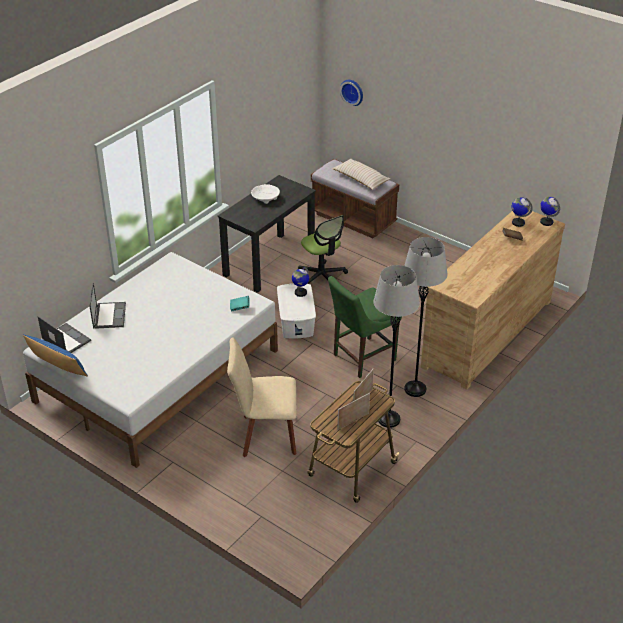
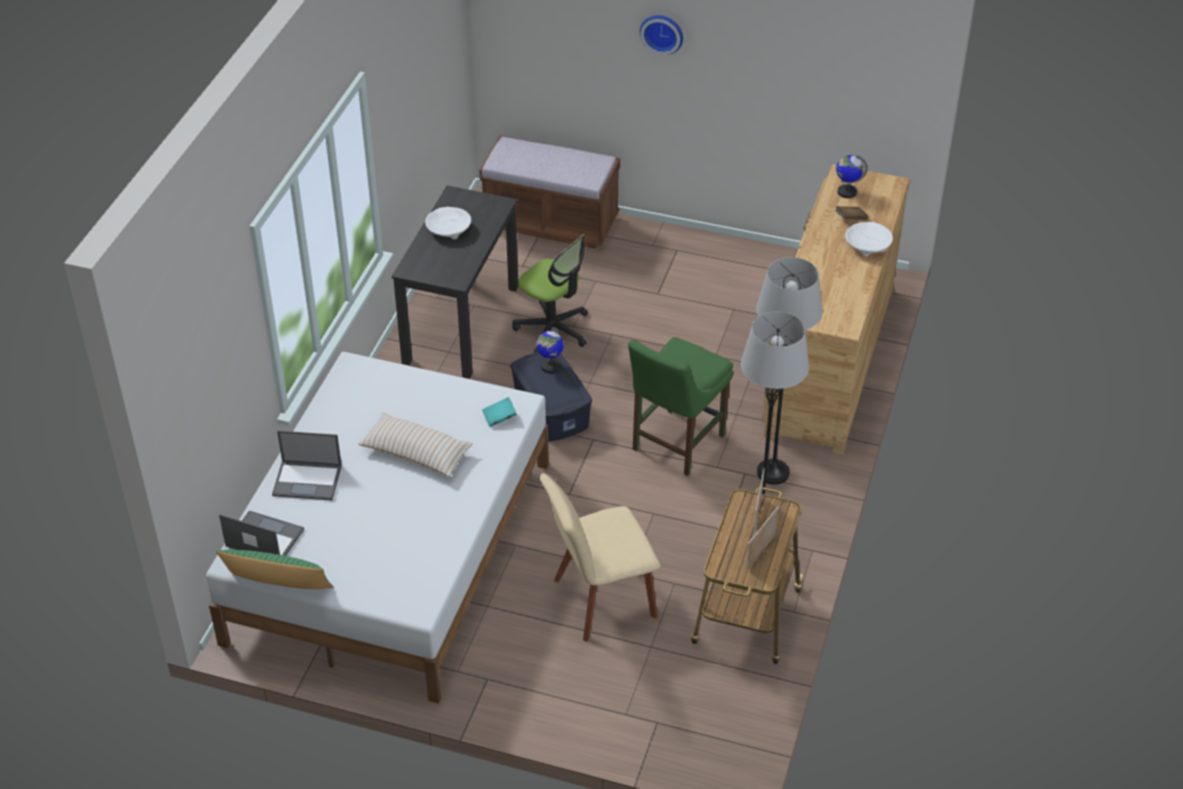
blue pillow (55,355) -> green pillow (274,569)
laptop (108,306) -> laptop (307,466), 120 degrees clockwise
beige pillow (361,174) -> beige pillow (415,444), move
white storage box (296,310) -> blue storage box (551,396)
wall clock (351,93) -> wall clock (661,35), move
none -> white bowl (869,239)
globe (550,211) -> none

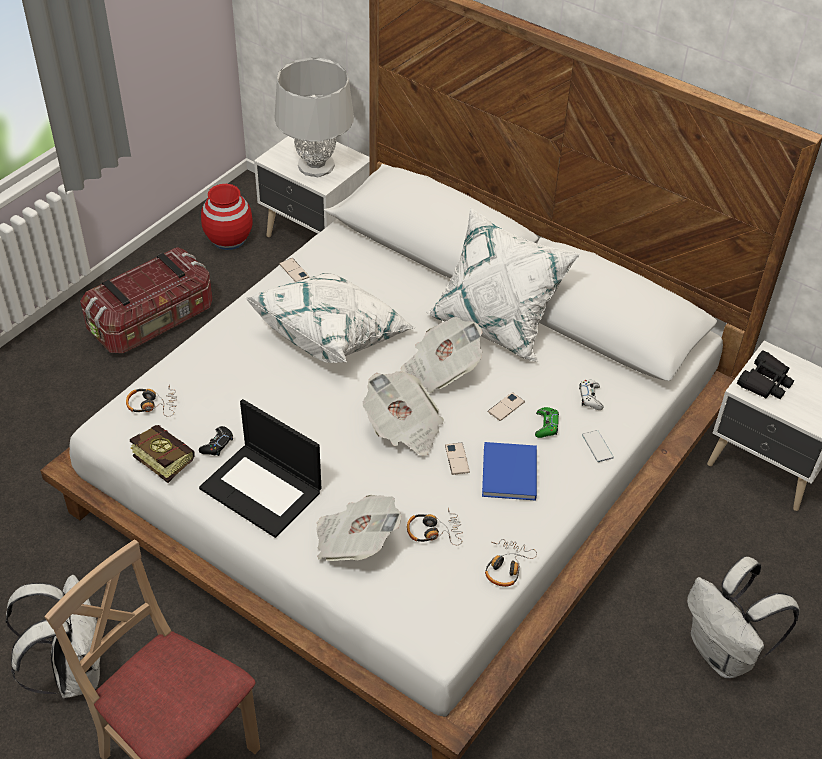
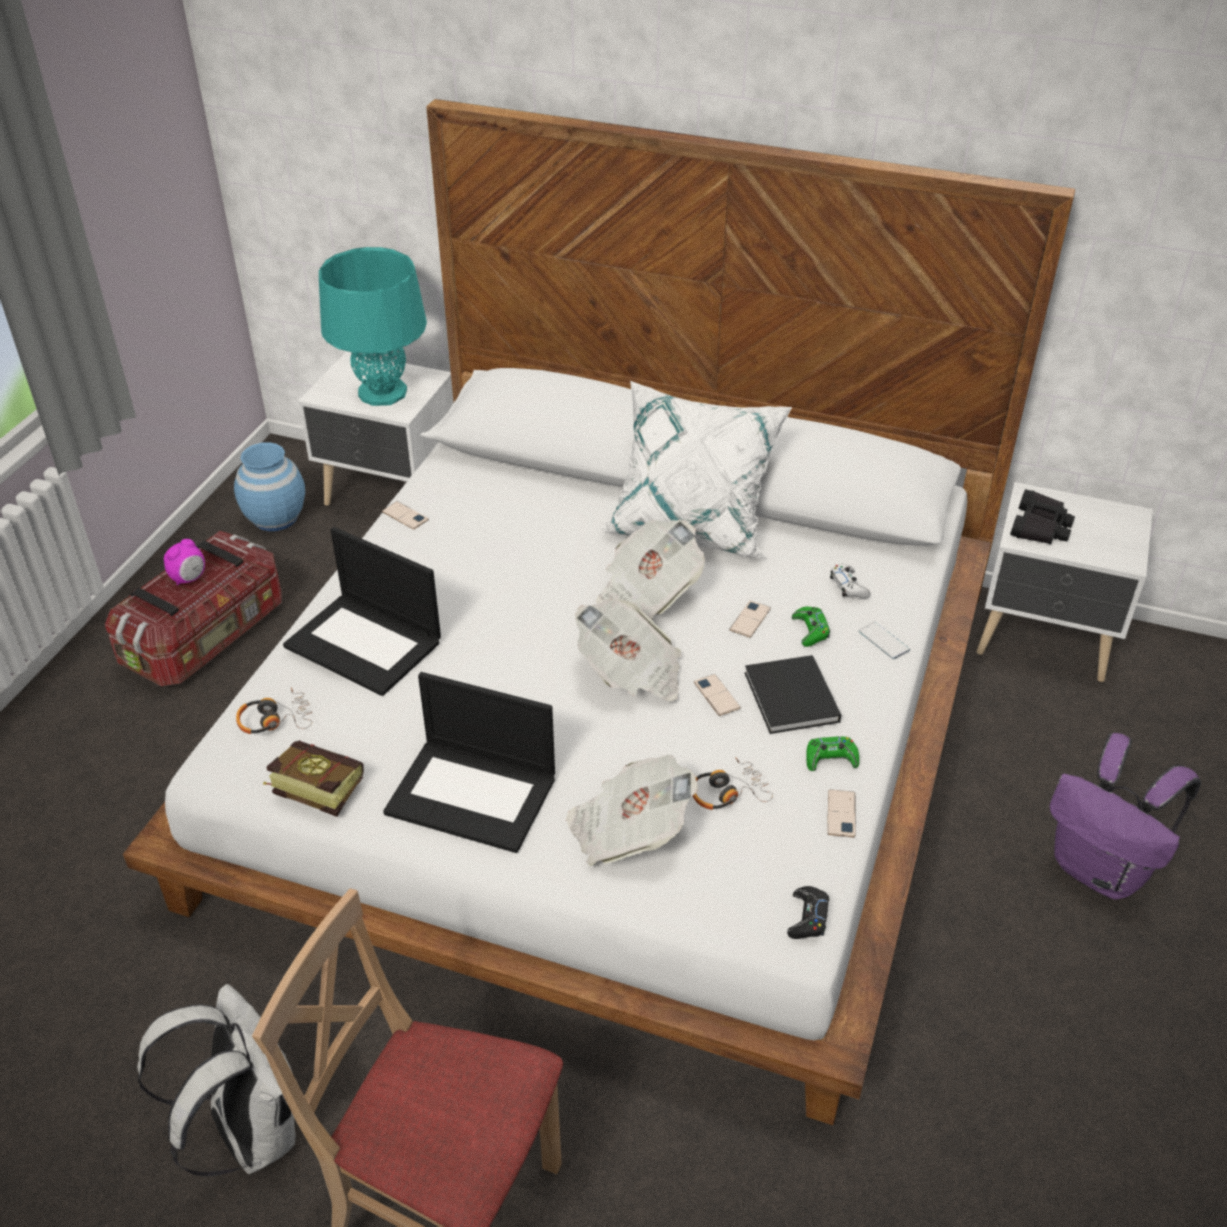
none -> alarm clock (184,562)
red vase (227,217) -> blue vase (269,486)
none -> laptop (362,611)
grey table lamp (314,117) -> turquoise table lamp (373,326)
blue book (509,471) -> black book (793,694)
black game controller (216,441) -> black game controller (808,912), move
none -> green game controller (832,753)
headphones (511,563) -> phone (841,813)
white backpack (743,617) -> purple backpack (1125,816)
white pillow (330,318) -> none

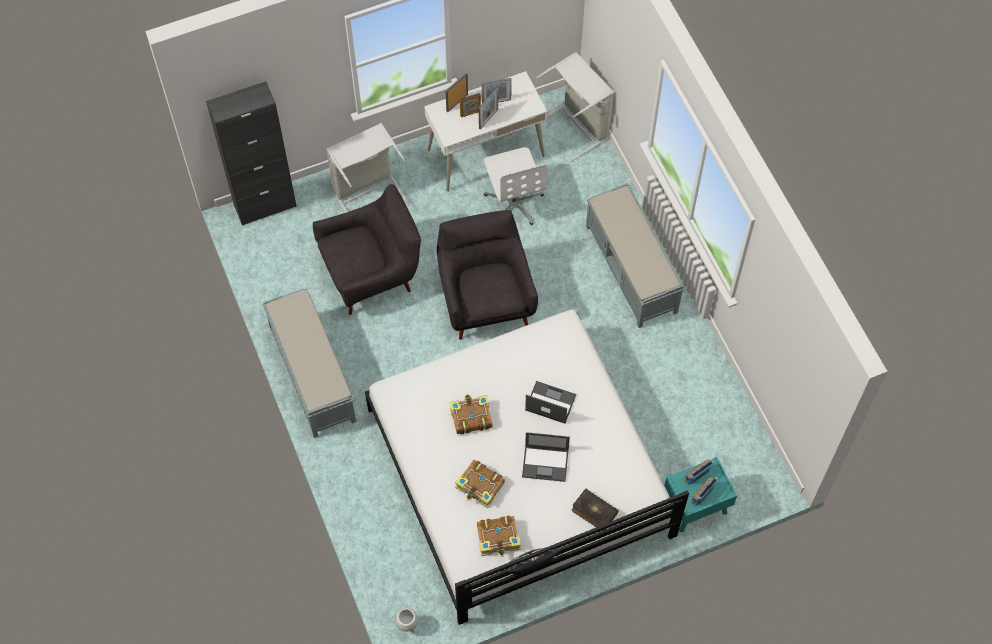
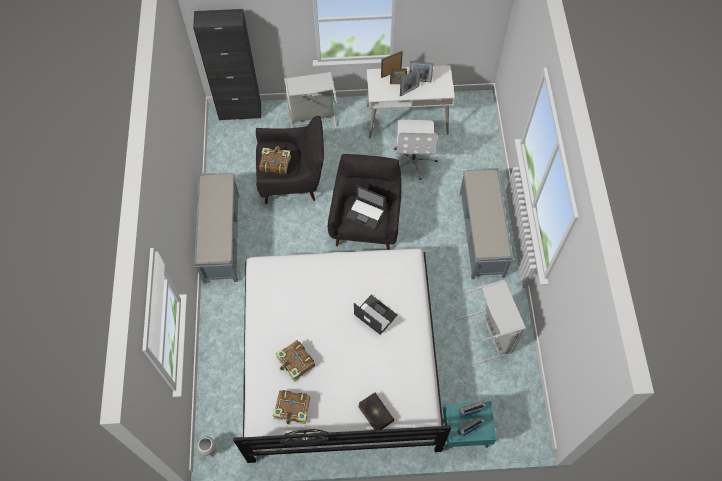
book (471,414) -> book (275,160), move
laptop (546,457) -> laptop (366,207), move
grey laundry basket (575,107) -> grey laundry basket (490,322), move

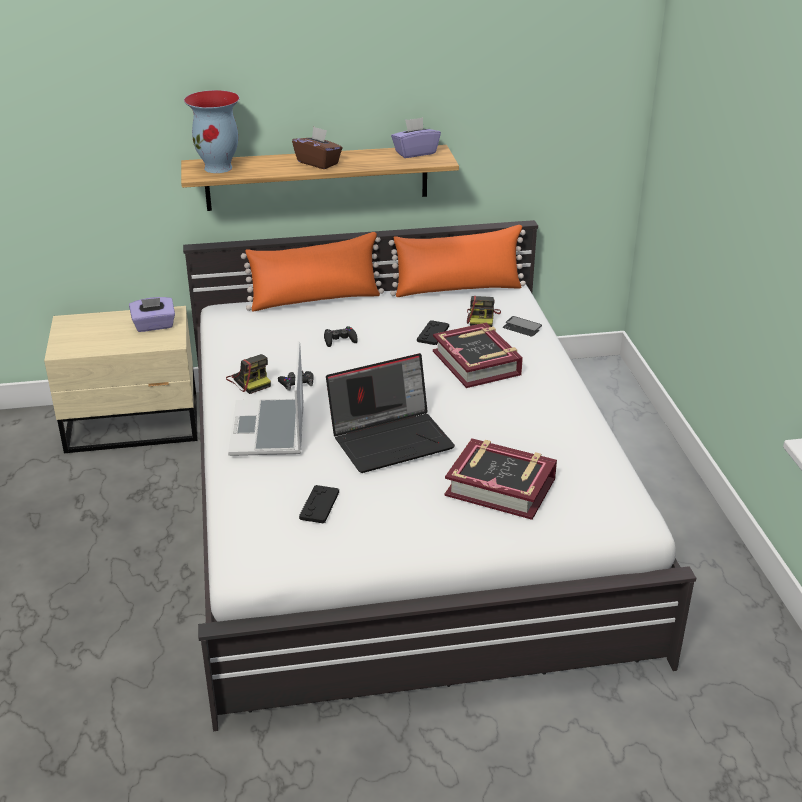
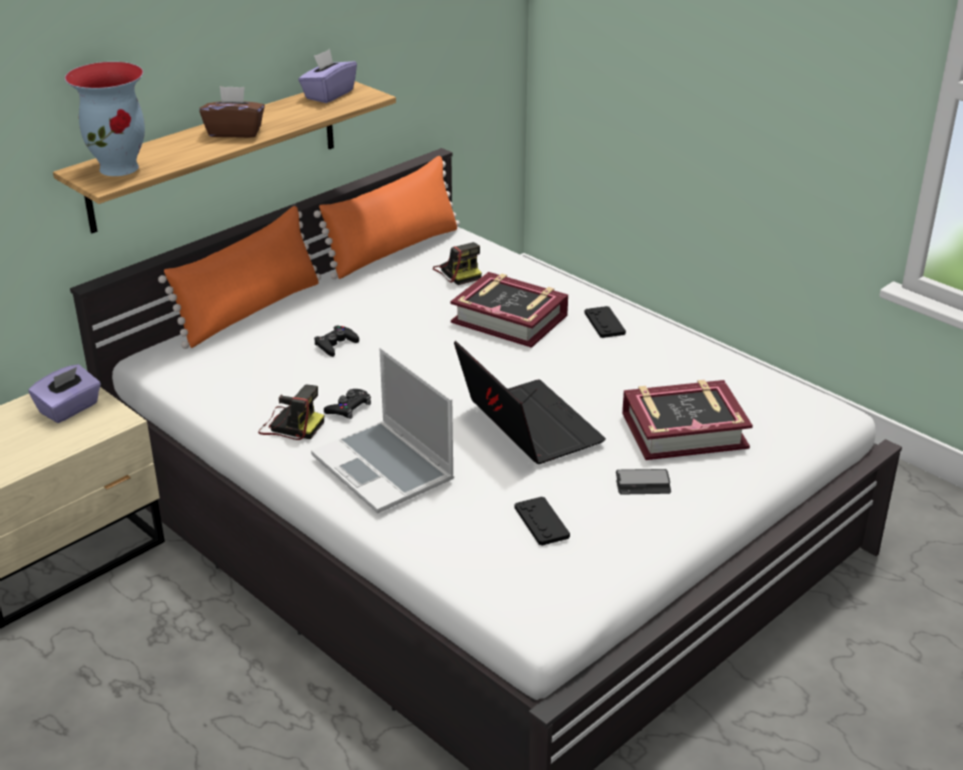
laptop (390,413) -> laptop (530,402), 60 degrees counterclockwise
black game controller (433,332) -> black game controller (605,322), move
phone (522,326) -> phone (643,482), move

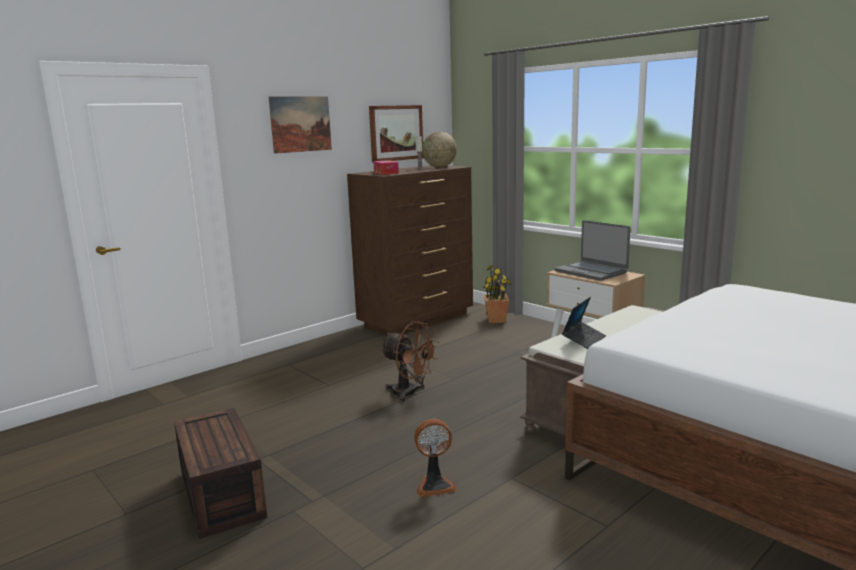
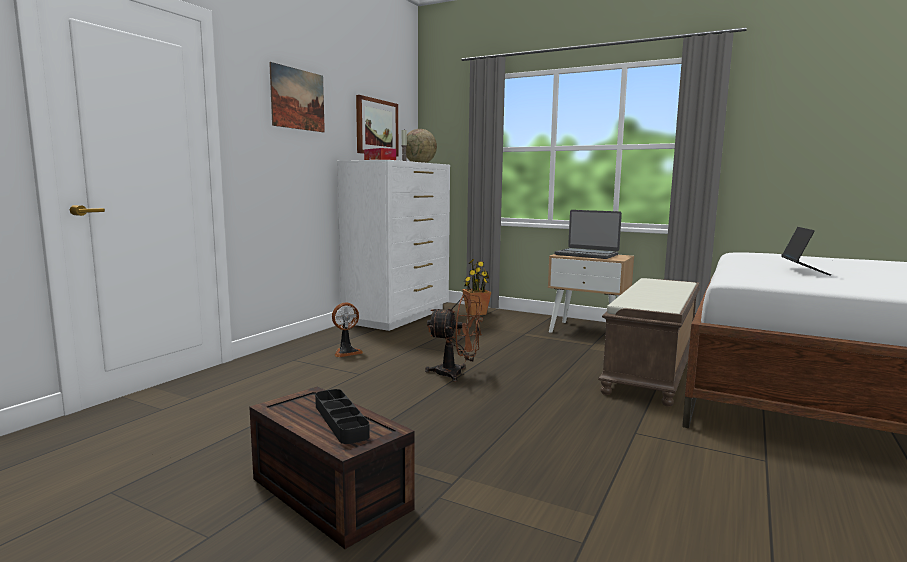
none -> black tray (342,416)
fan (435,458) -> fan (347,330), move
brown dresser (410,250) -> white dresser (393,245)
laptop (584,323) -> laptop (806,251), move

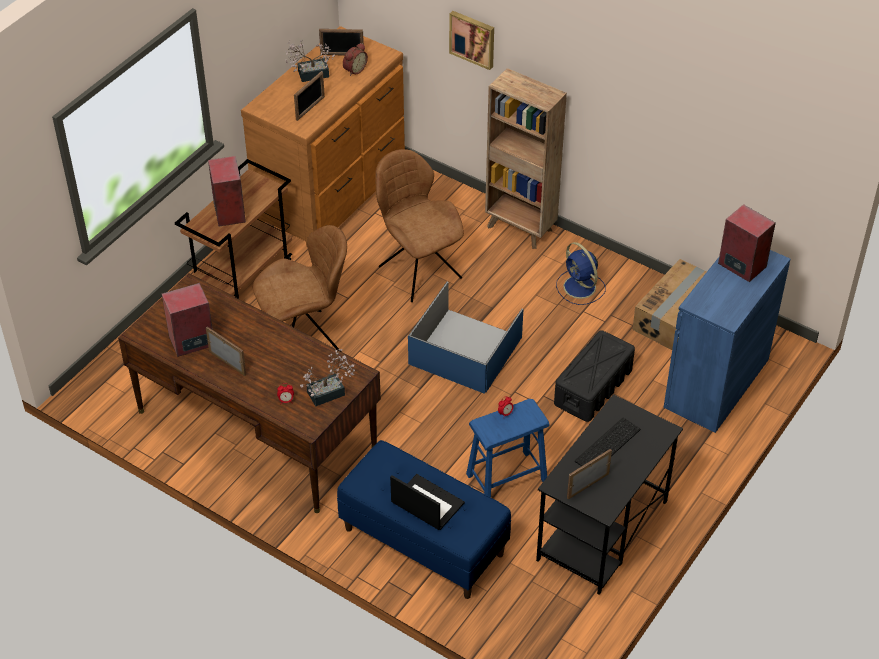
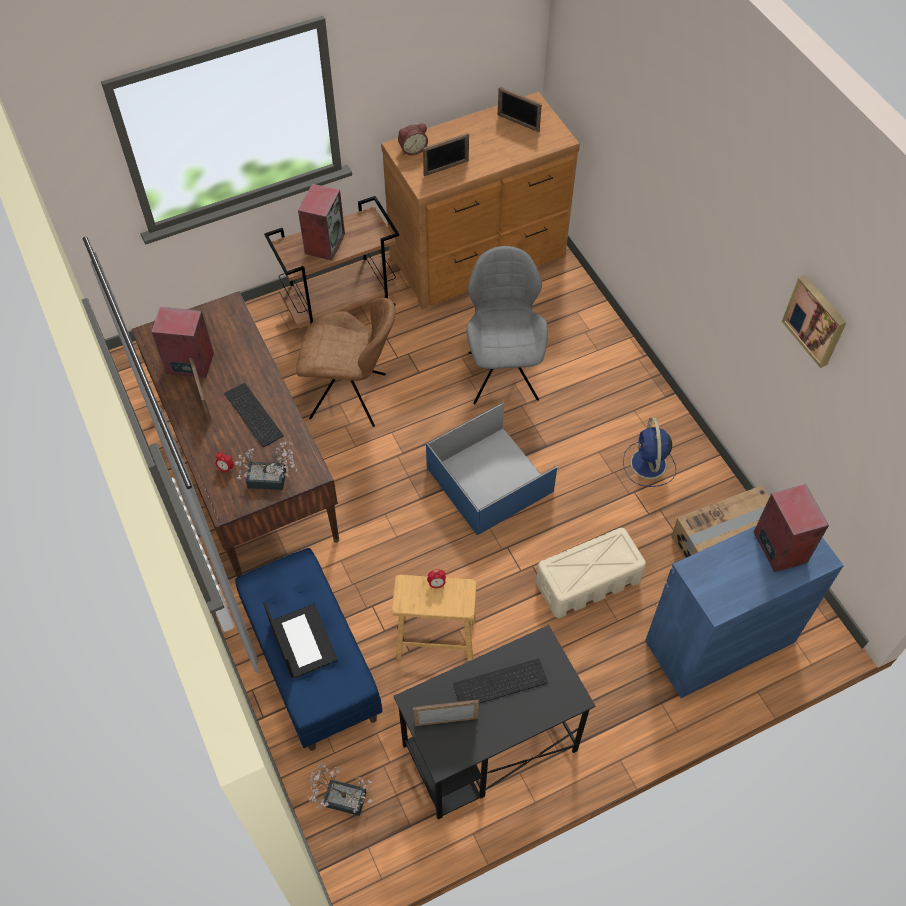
none -> keyboard (254,415)
potted plant (310,61) -> potted plant (339,789), move
blue stool (508,448) -> brown stool (434,618)
alarm clock (355,59) -> alarm clock (413,139), move
brown chair (419,225) -> grey chair (507,325)
black storage box (594,376) -> beige storage box (591,573)
picture (471,40) -> picture (814,321), move
brown bookcase (526,158) -> none

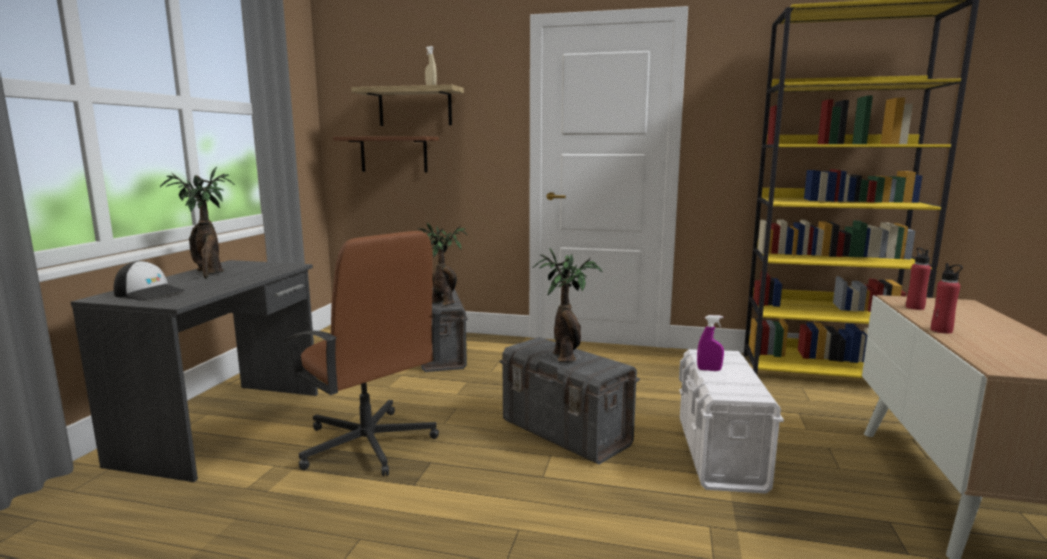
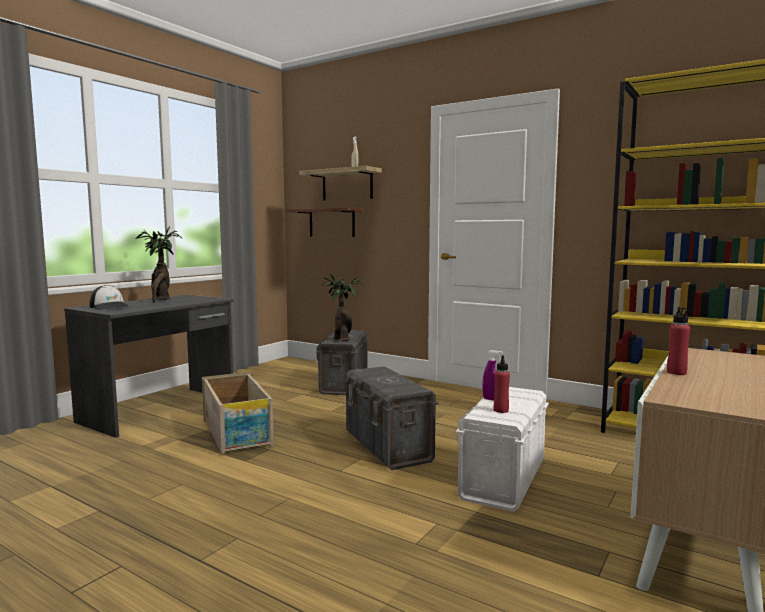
brown office chair (362,353) -> crate (238,413)
red bottle (918,279) -> red bottle (502,384), move
potted plant (568,305) -> none

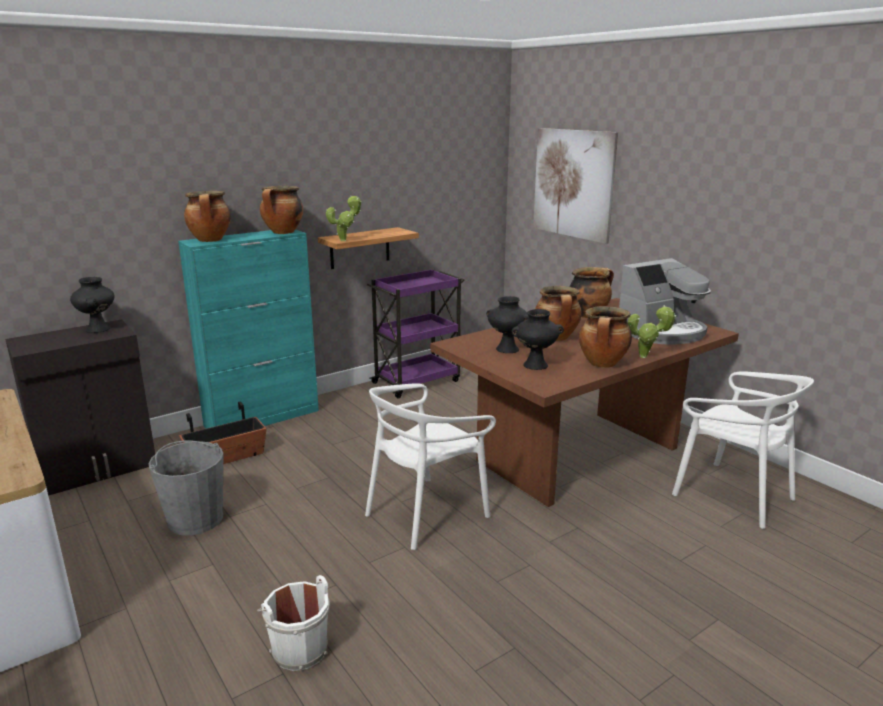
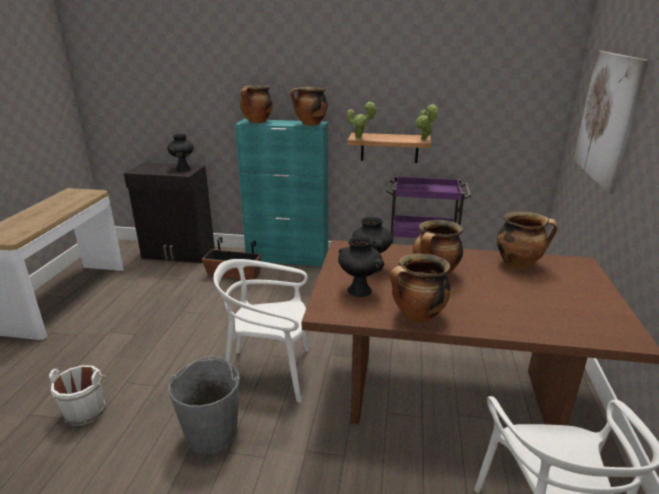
grey bucket (186,488) -> grey bucket (204,405), move
potted plant (652,331) -> potted plant (426,122), move
coffee machine (665,301) -> none

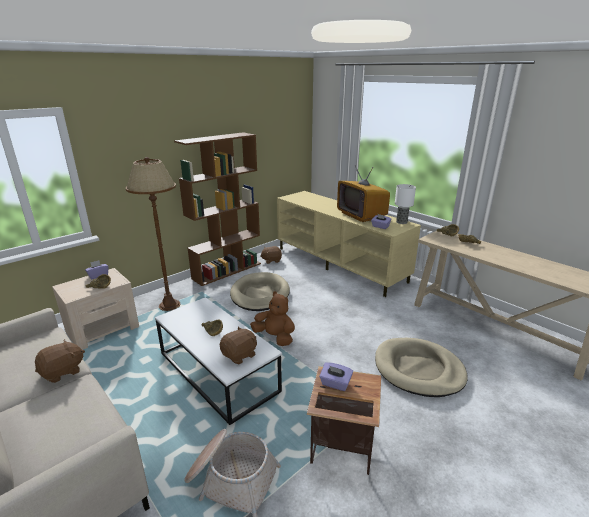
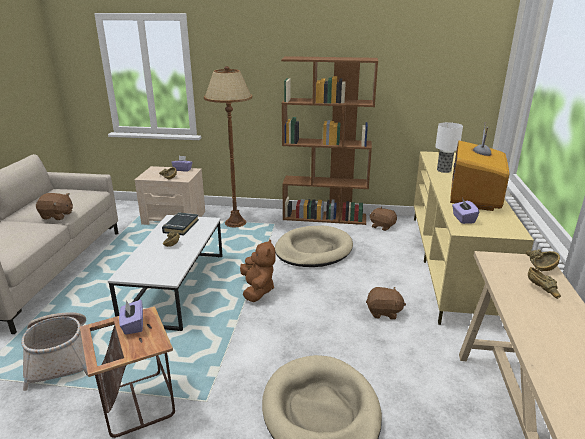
none -> black book (180,224)
brown plush toy (238,345) -> brown plush toy (386,303), move
table lamp (405,204) -> table lamp (449,147), move

